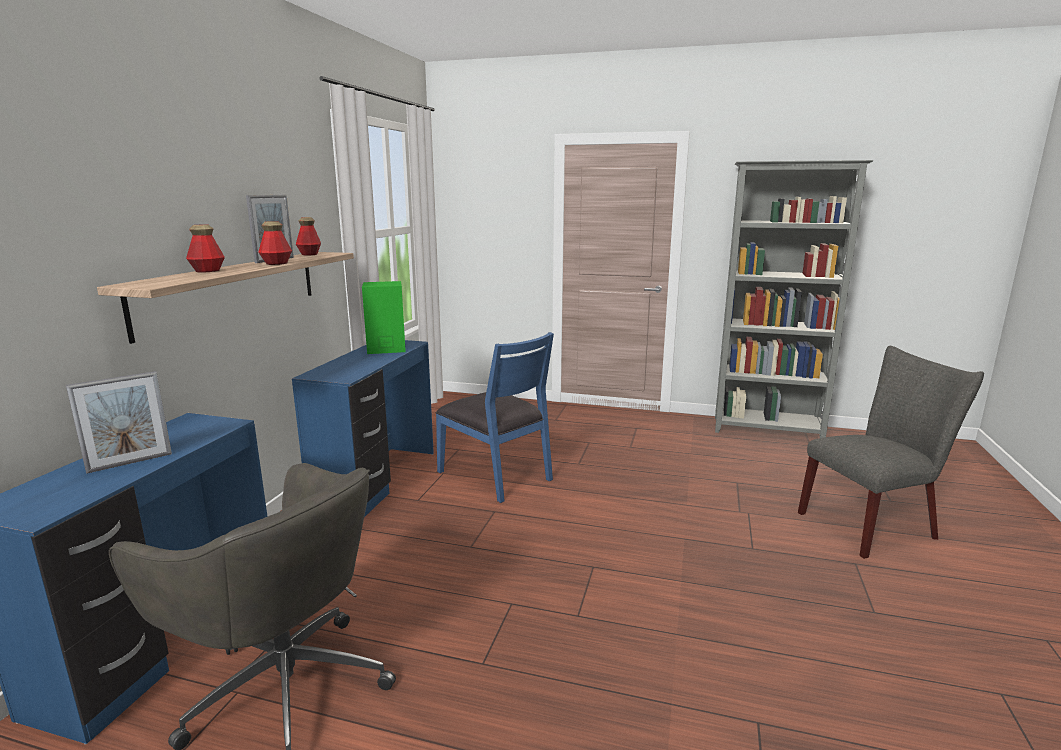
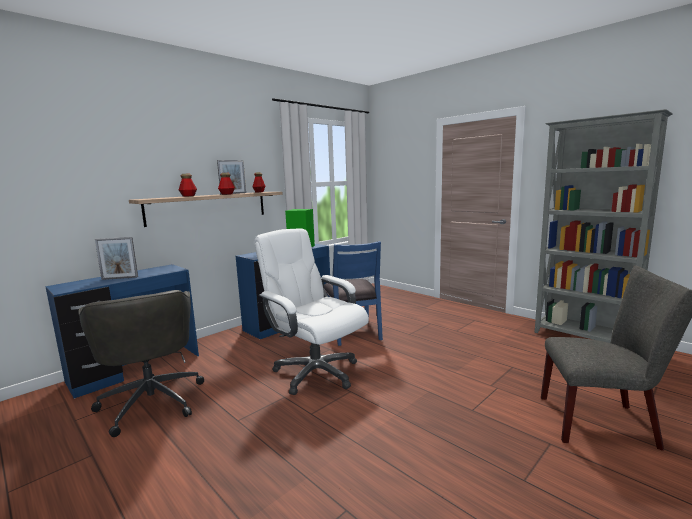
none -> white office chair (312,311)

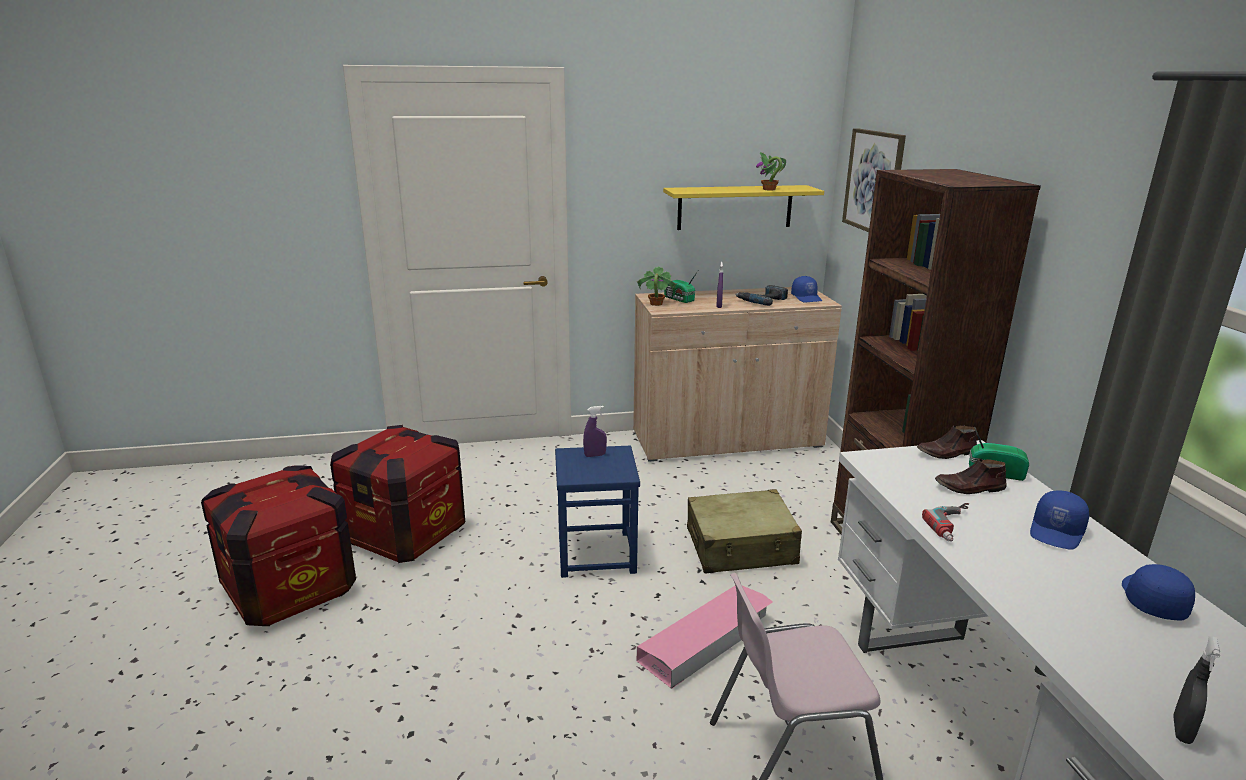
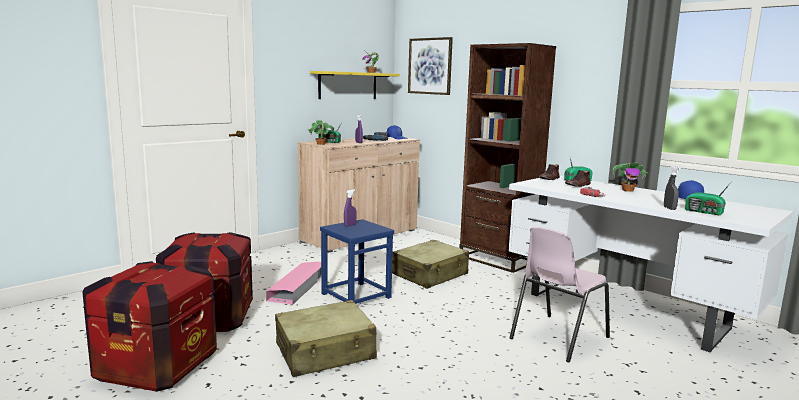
pink storage box (705,637) -> pink storage box (293,283), move
none -> beige suitcase (326,338)
blue cap (1059,520) -> potted plant (630,177)
grey spray bottle (1196,690) -> grey spray bottle (672,188), move
none -> radio (708,198)

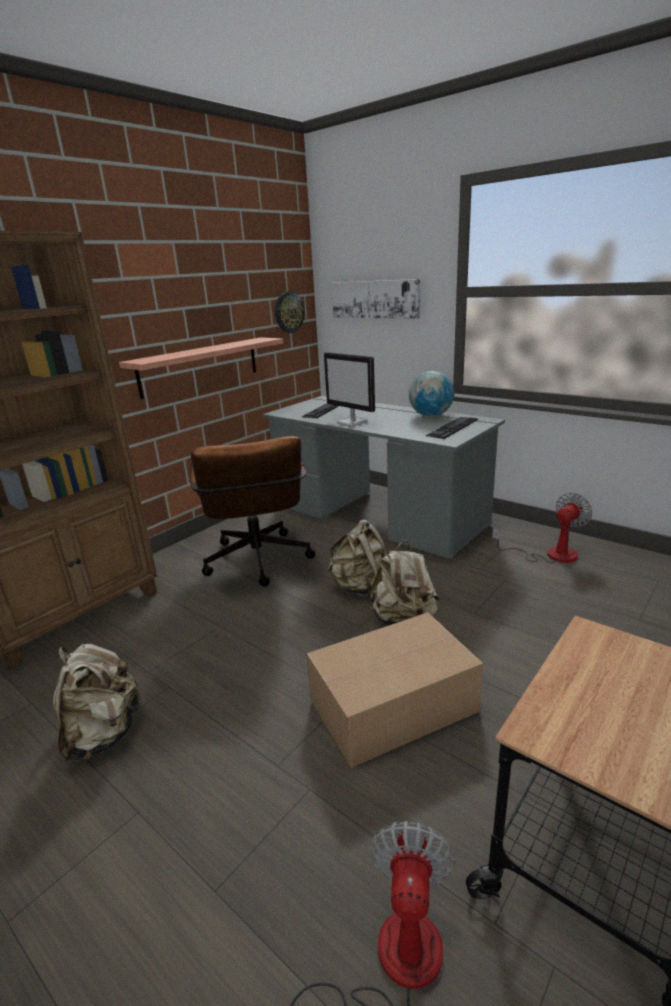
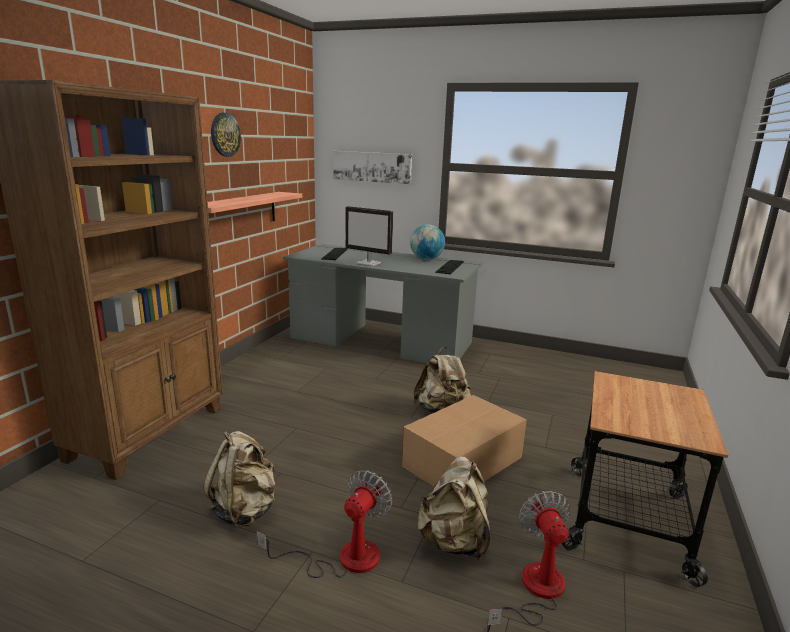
wall clock (289,312) -> wall clock (226,135), move
fan (542,528) -> fan (324,524), move
beige backpack (357,559) -> beige backpack (453,508), move
brown office chair (253,511) -> none

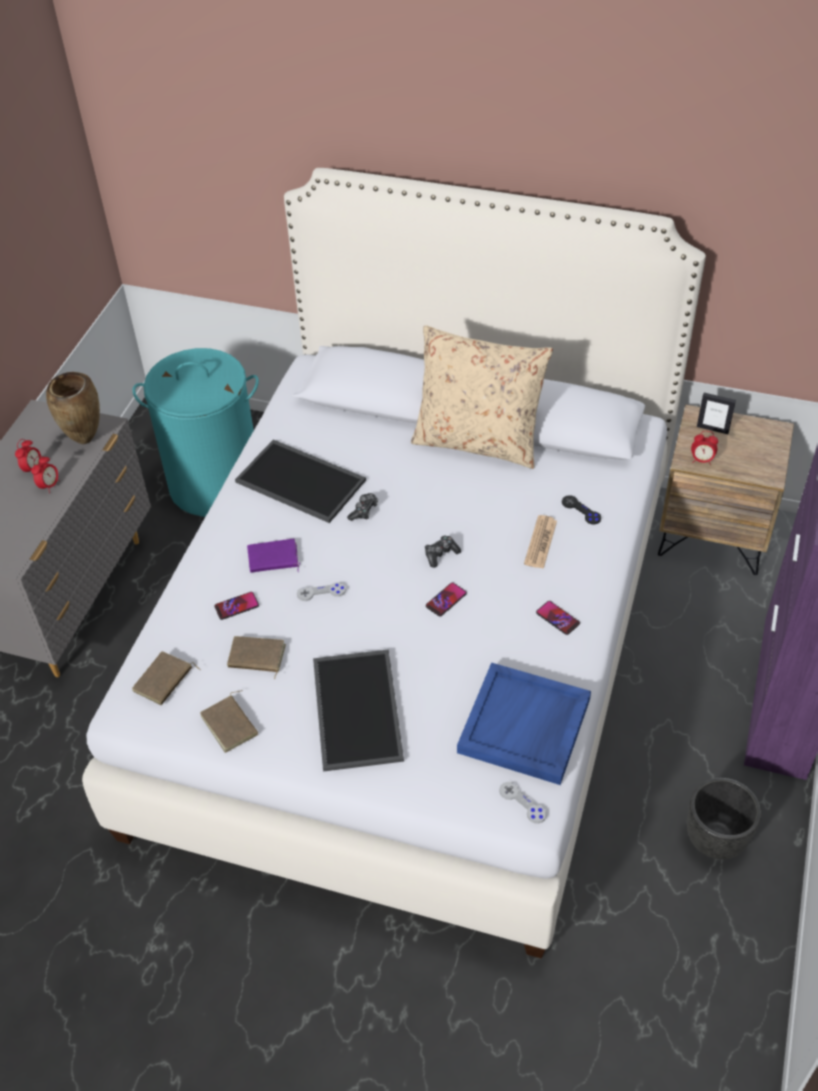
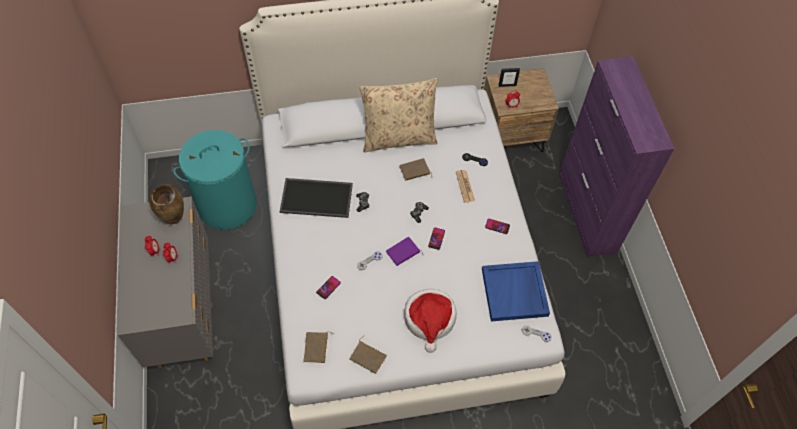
purple book (273,555) -> purple book (405,251), move
brown book (256,657) -> brown book (415,169), move
tray (358,710) -> hat (430,321)
black planter (724,818) -> none

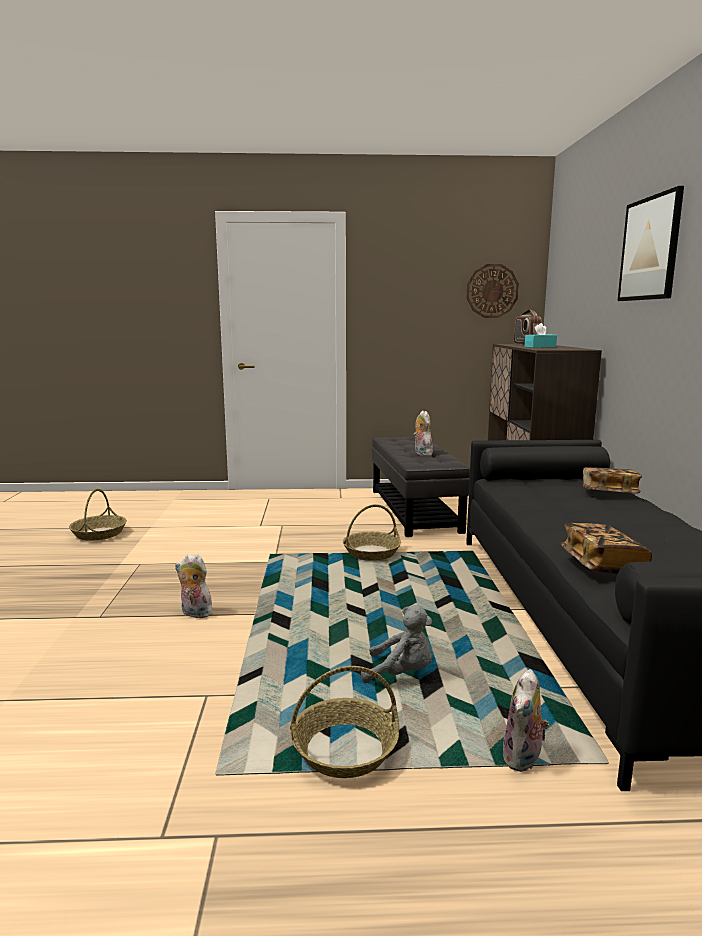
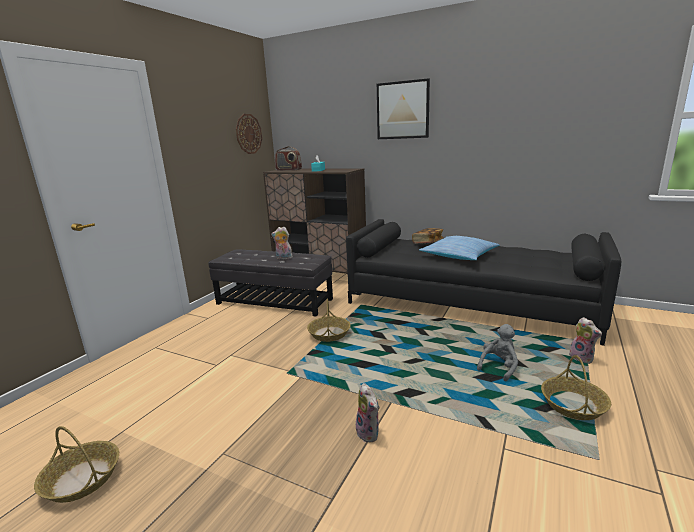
plush toy (194,586) -> plush toy (368,412), 75 degrees counterclockwise
none -> pillow (459,248)
book (606,548) -> none

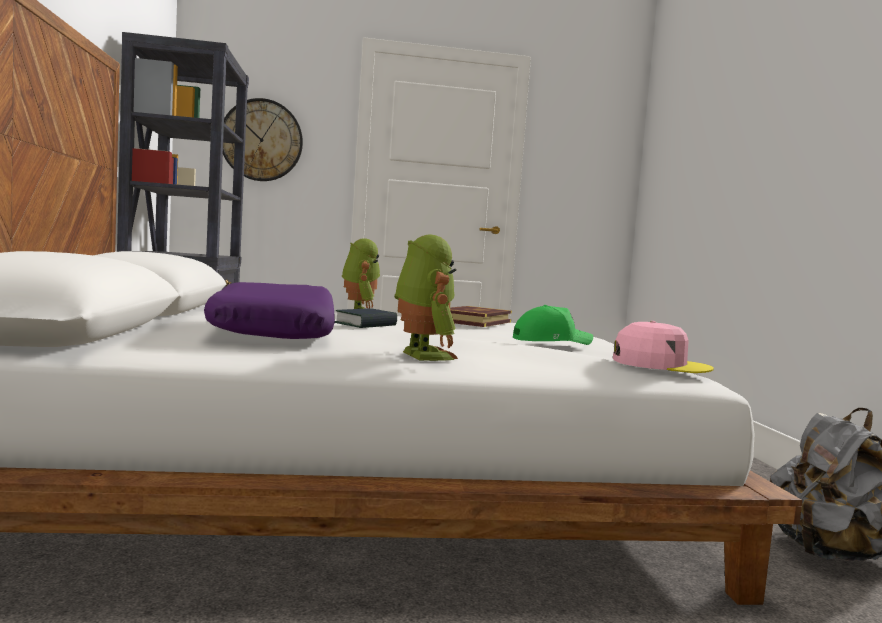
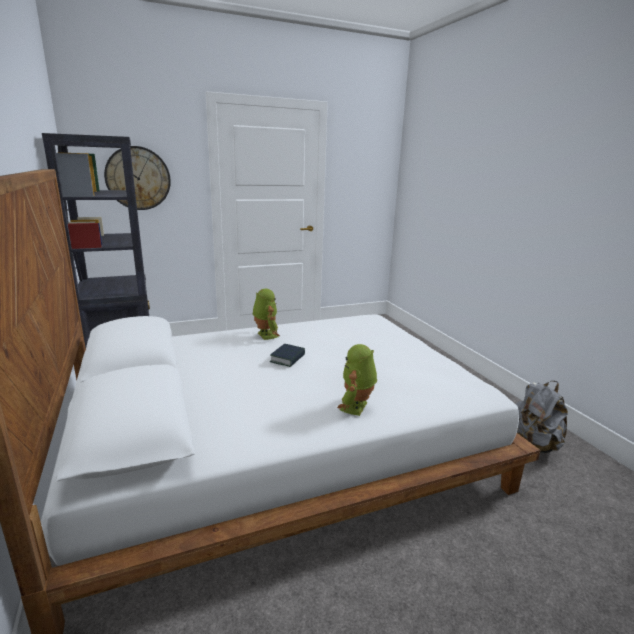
toy robot (426,297) -> toy robot (357,380), 120 degrees counterclockwise
purple pillow (269,310) -> none
book (481,316) -> none
green cap (553,325) -> none
pink cap (663,347) -> none

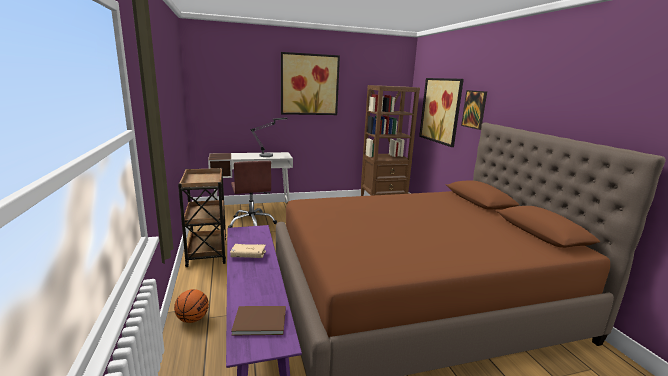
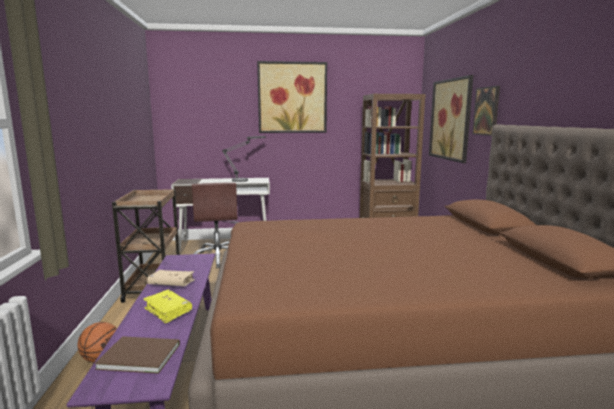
none -> yellow book (167,307)

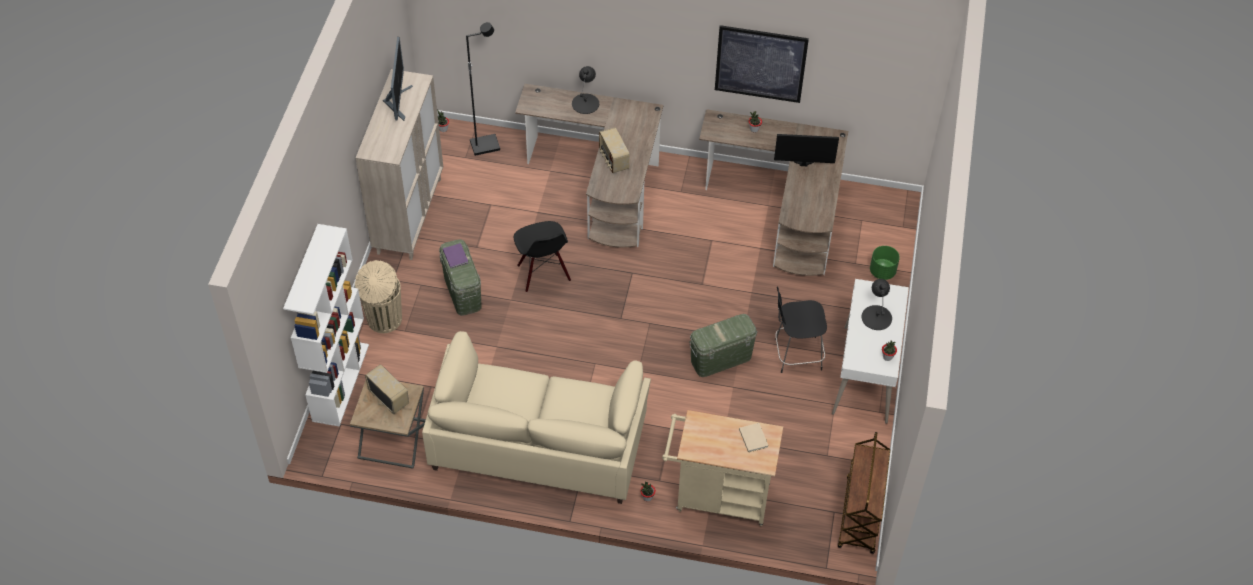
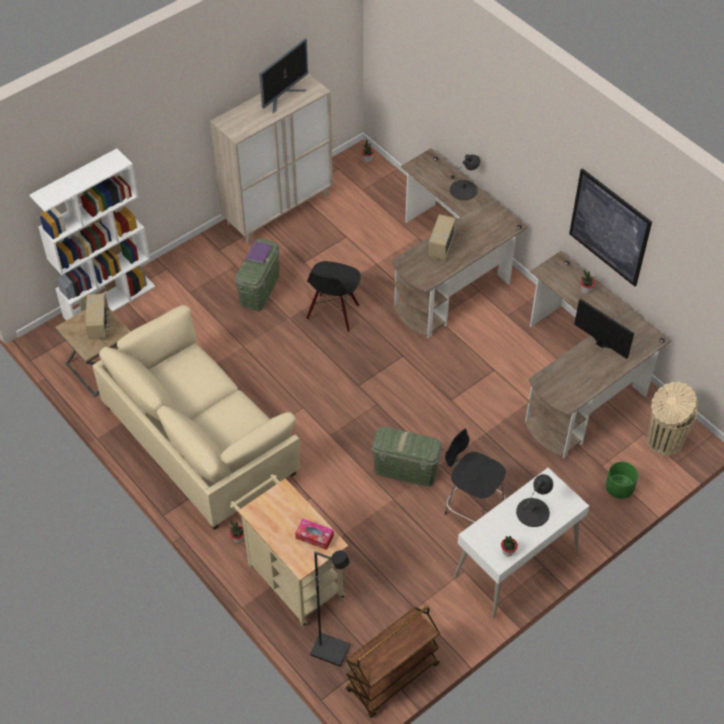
beige book (754,437) -> tissue box (314,534)
black floor lamp (483,89) -> black floor lamp (330,608), move
beige trash can (378,296) -> beige trash can (672,419), move

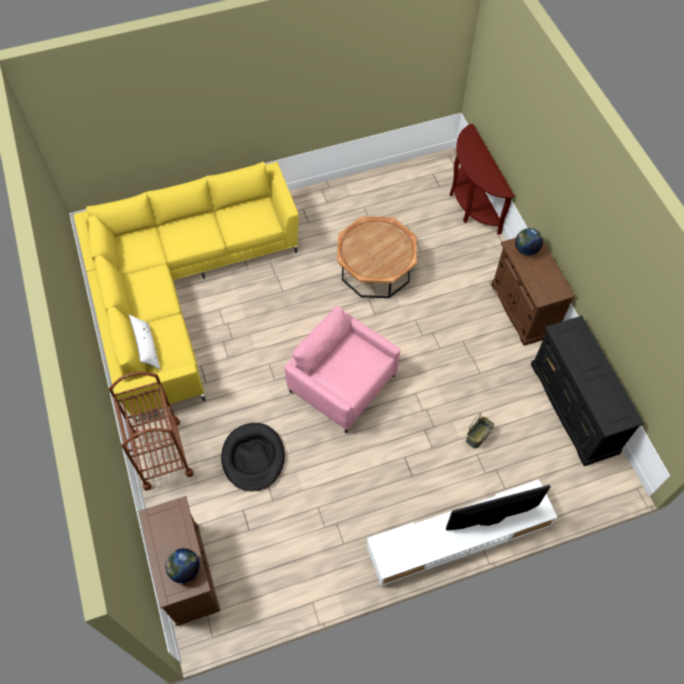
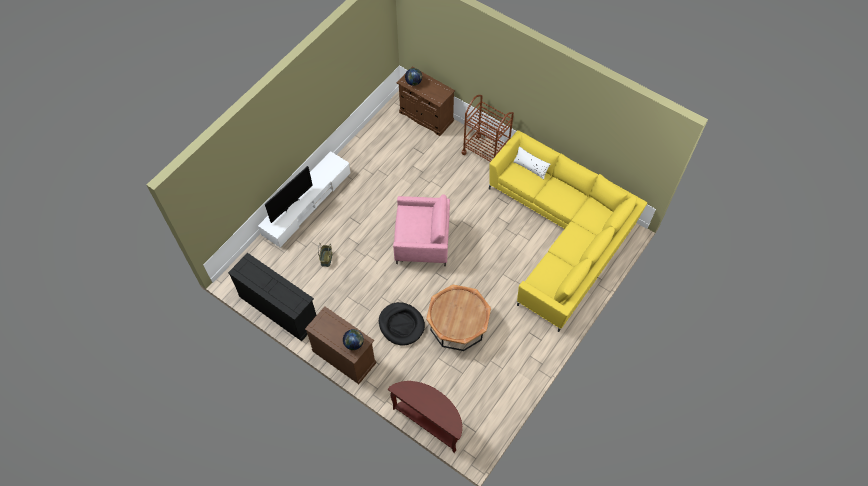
black dog bed (253,457) -> black dog bed (402,324), move

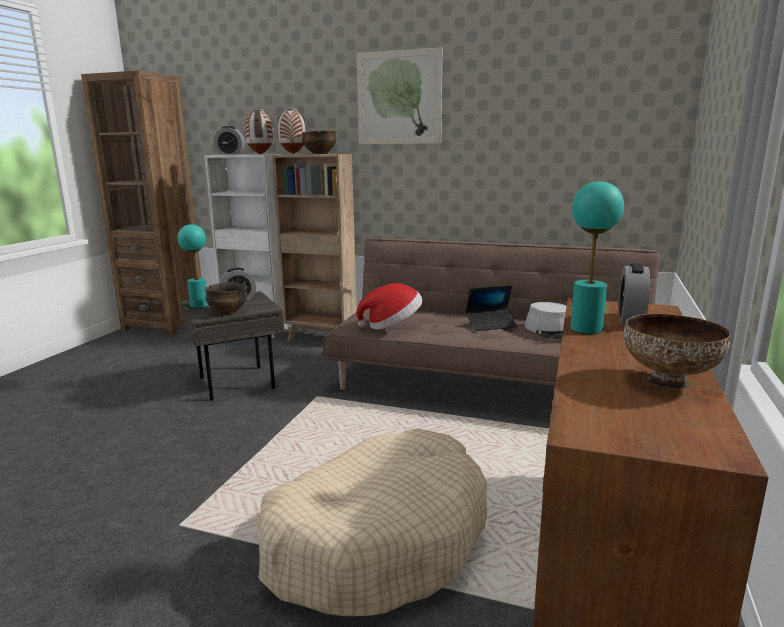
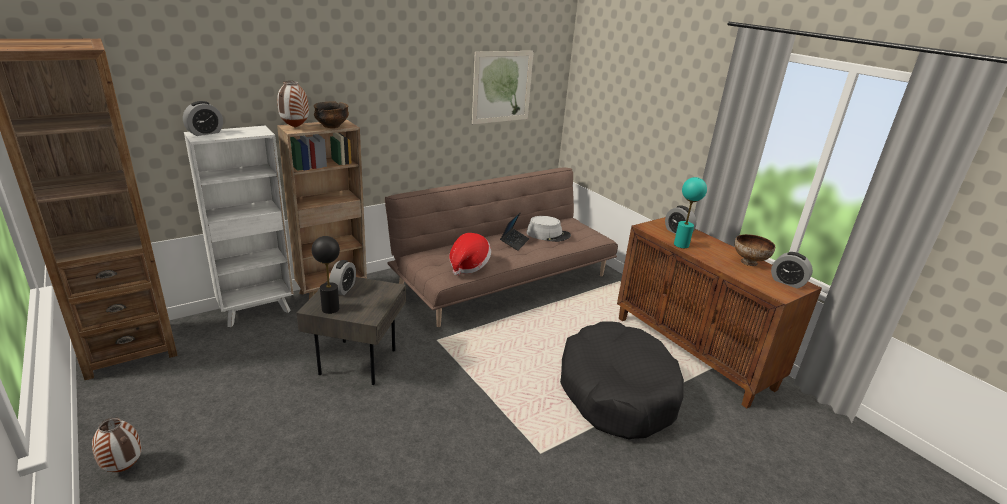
vase (259,131) -> vase (117,444), move
turquoise table lamp (193,266) -> black table lamp (326,275)
picture (399,95) -> picture (503,87), move
beige dog bed (372,522) -> black dog bed (622,380)
none -> alarm clock (792,270)
bowl (226,298) -> none

